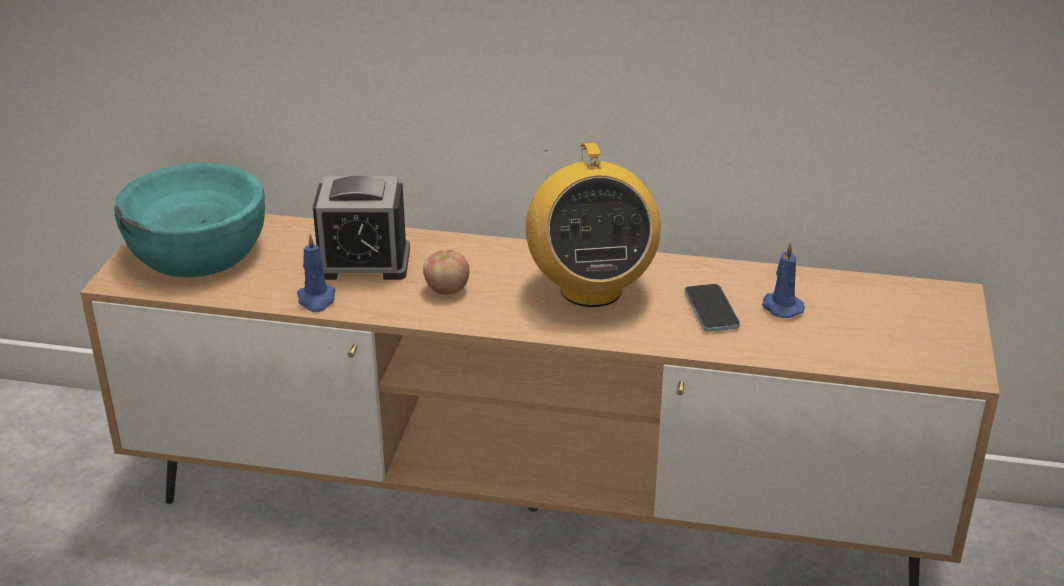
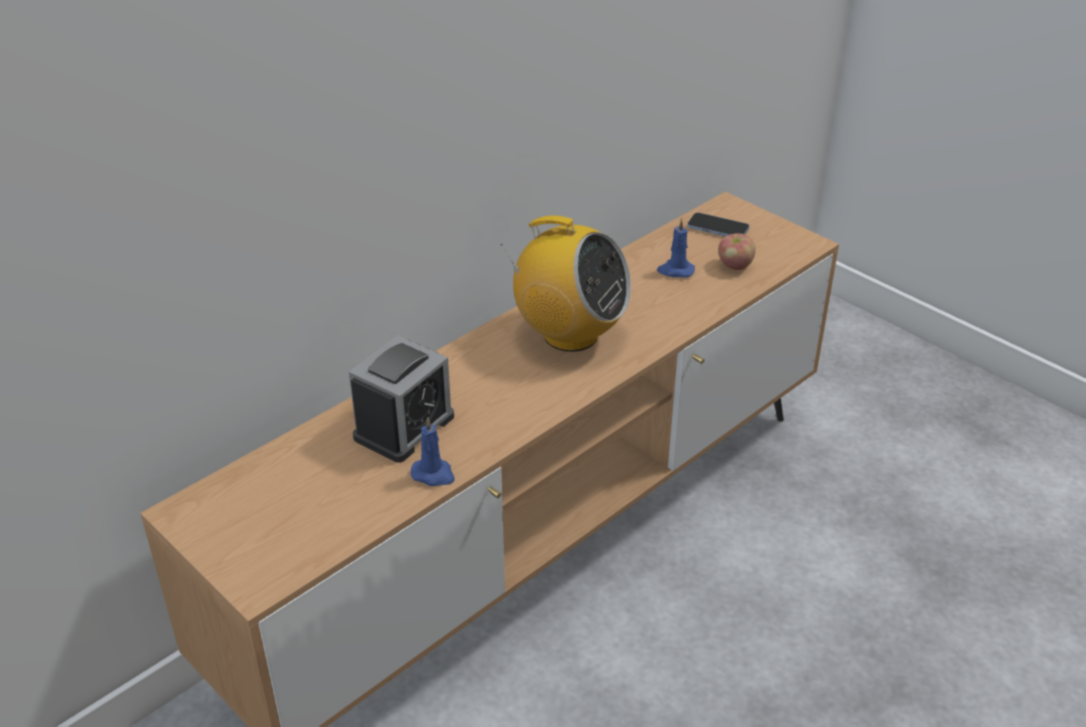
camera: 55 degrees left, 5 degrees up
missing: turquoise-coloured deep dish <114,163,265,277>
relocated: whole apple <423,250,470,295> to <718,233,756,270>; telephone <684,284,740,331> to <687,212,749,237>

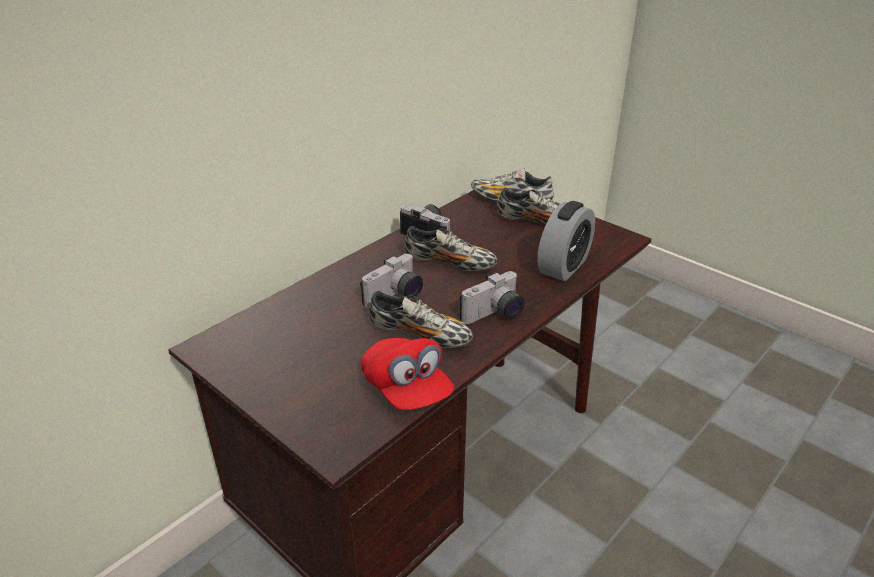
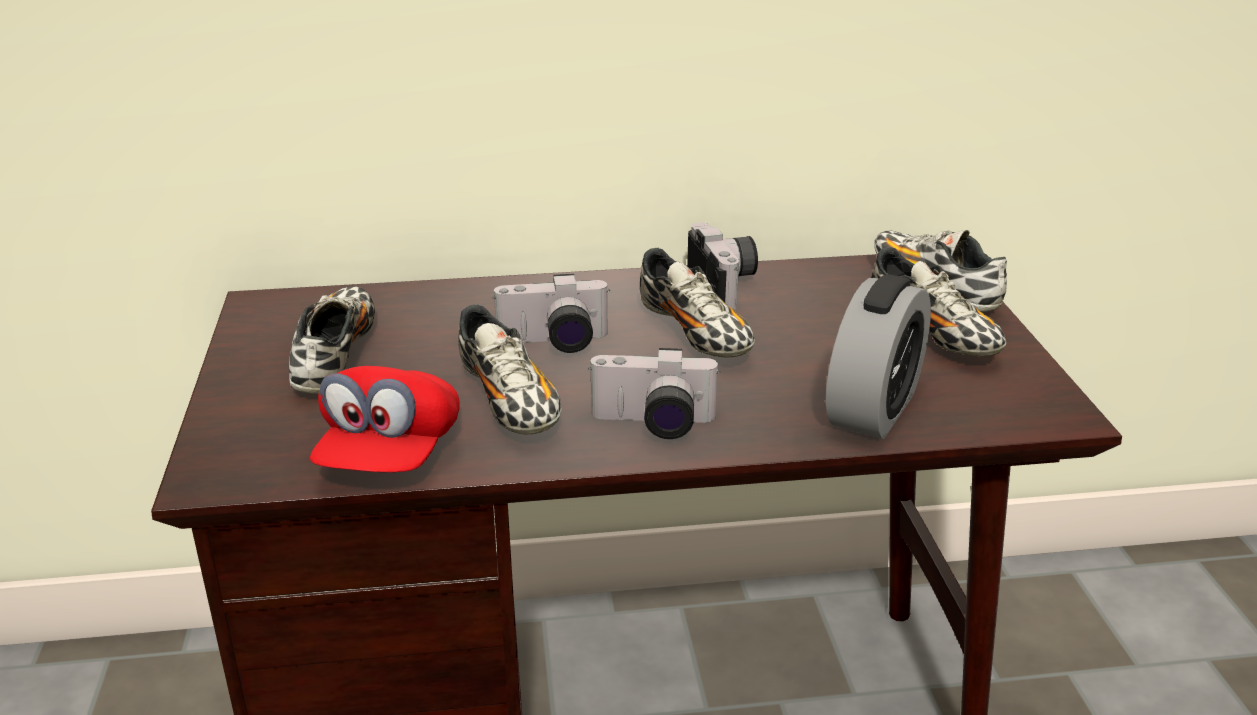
camera: 40 degrees right, 5 degrees down
appeared: low shoe <289,286,375,394>
spun: bedside clock <537,201,595,281> = <826,274,931,439> 45 degrees counterclockwise

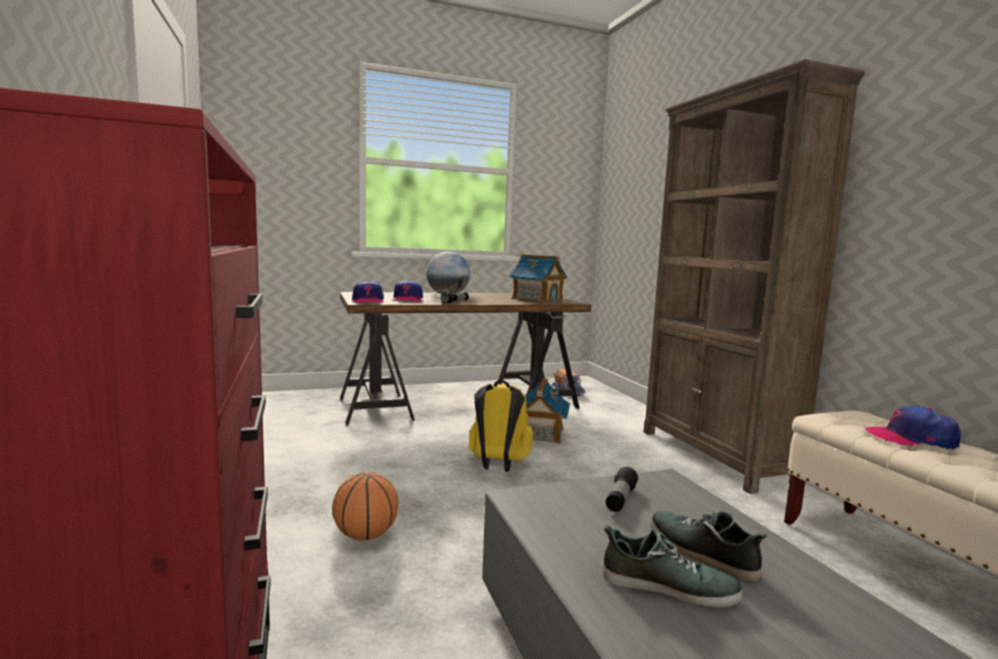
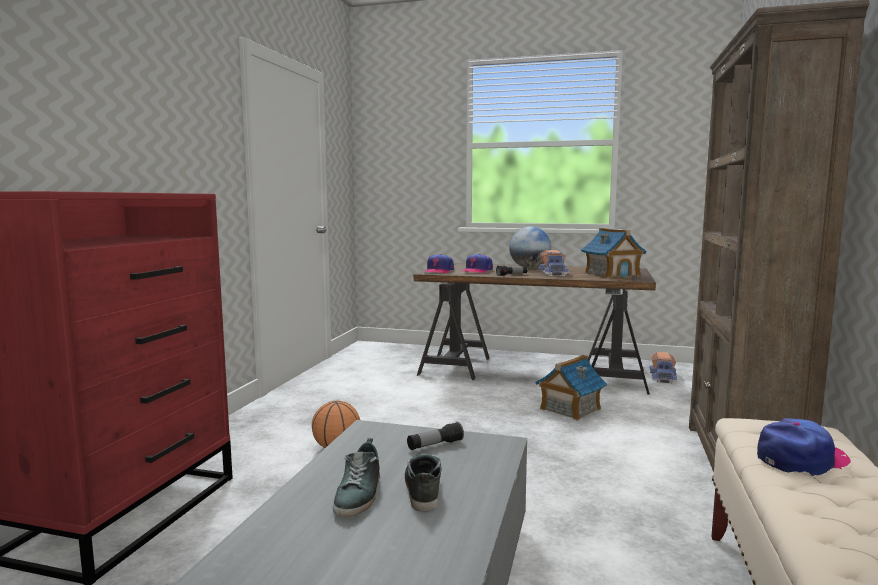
camera: 35 degrees right, 0 degrees up
missing: yellowish rucksack <469,380,533,472>
appeared: toy lorry <538,250,569,276>
spun: low shoe <603,525,743,607> = <333,438,380,517> 45 degrees clockwise; peaked cap <864,406,961,450> = <757,418,851,476> 105 degrees clockwise

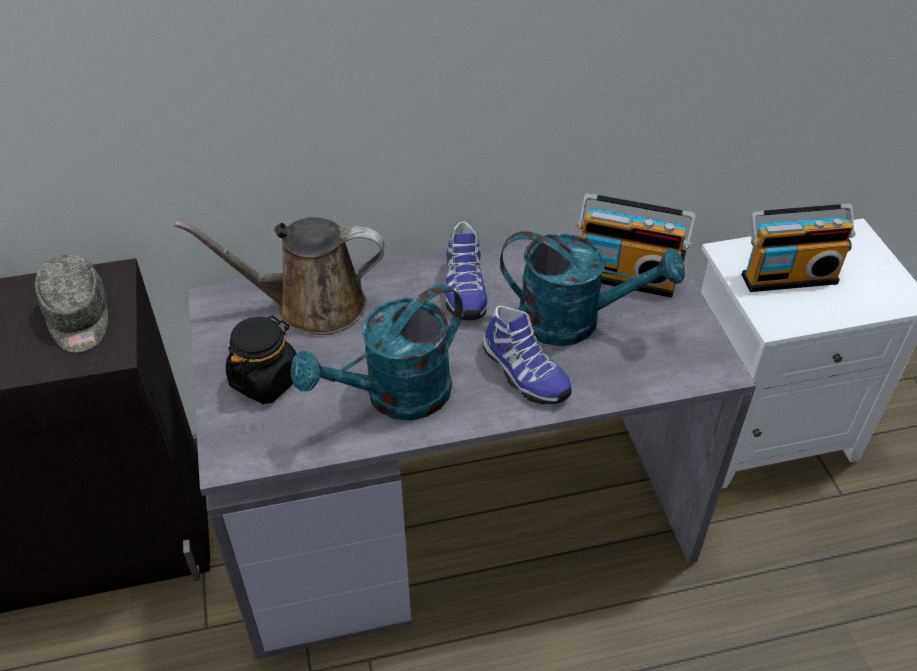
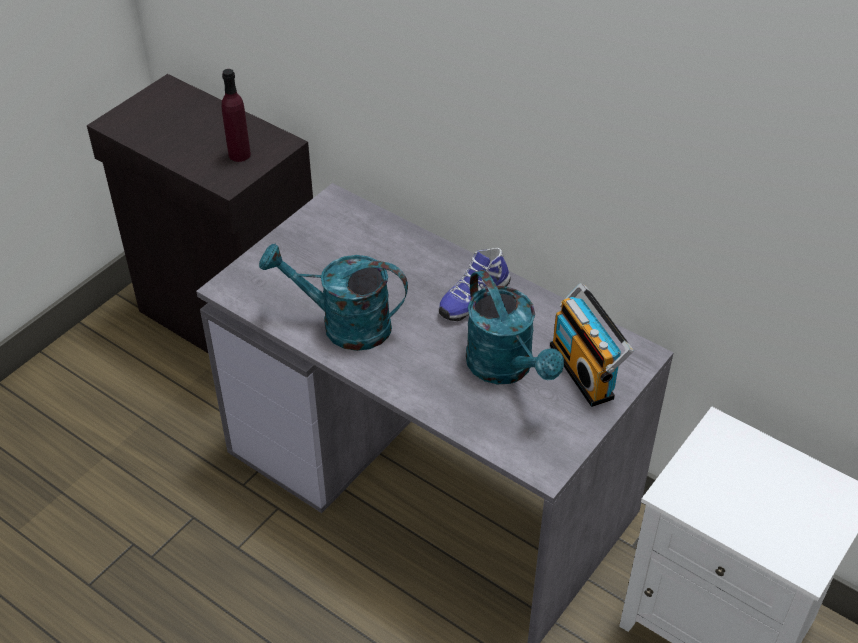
camera: 50 degrees right, 0 degrees up
missing: brown sprinkling can <174,217,384,335>; black-coloured storage jar <226,316,297,404>; low shoe <482,306,572,405>; radio receiver <742,204,855,292>
exchanged: greyish peaked cap <35,255,108,353> to purple-coloured bottle <222,69,251,162>

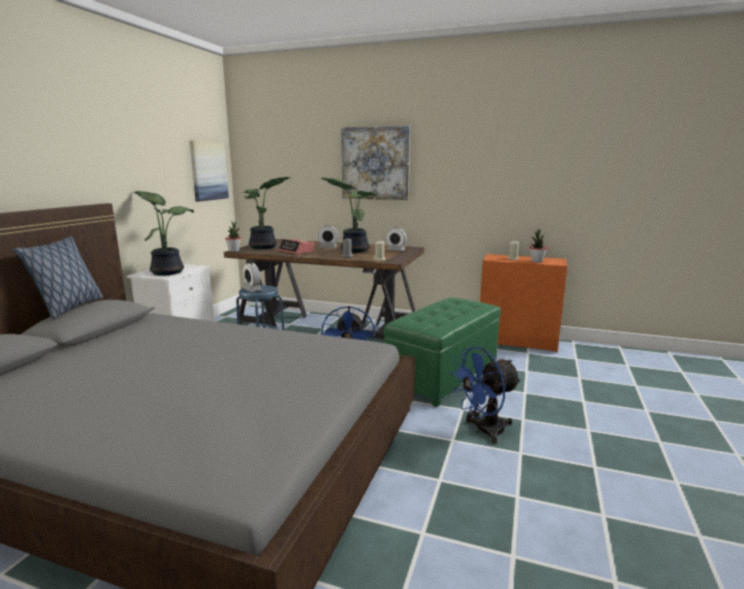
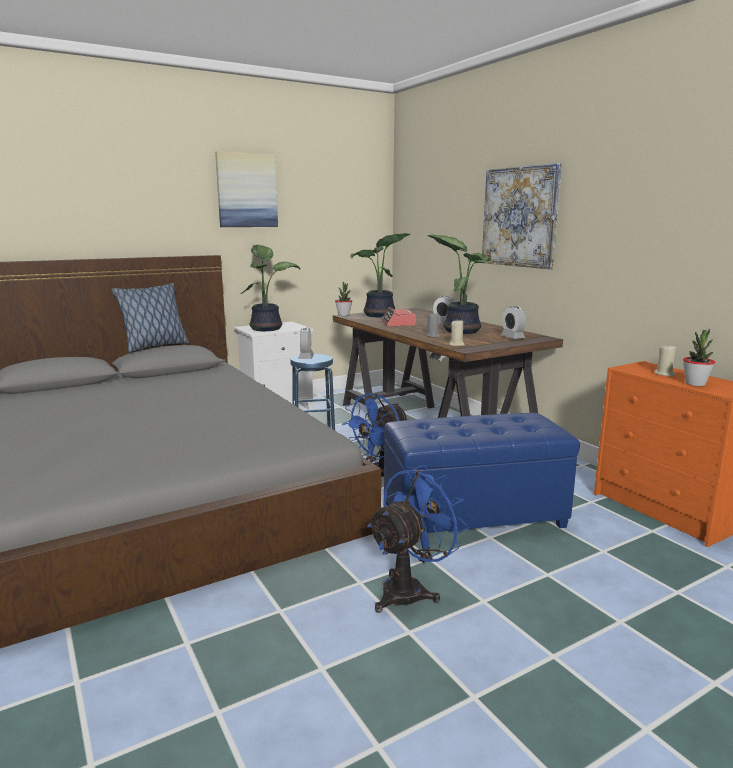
camera: 40 degrees right, 0 degrees up
relocated: picture <190,141,229,202> to <215,151,278,227>
colour: greenish footrest <384,297,501,407> to blue-coloured footrest <384,413,580,533>
spun: blue-coloured electric fan <449,346,521,444> = <367,465,469,613> 120 degrees clockwise

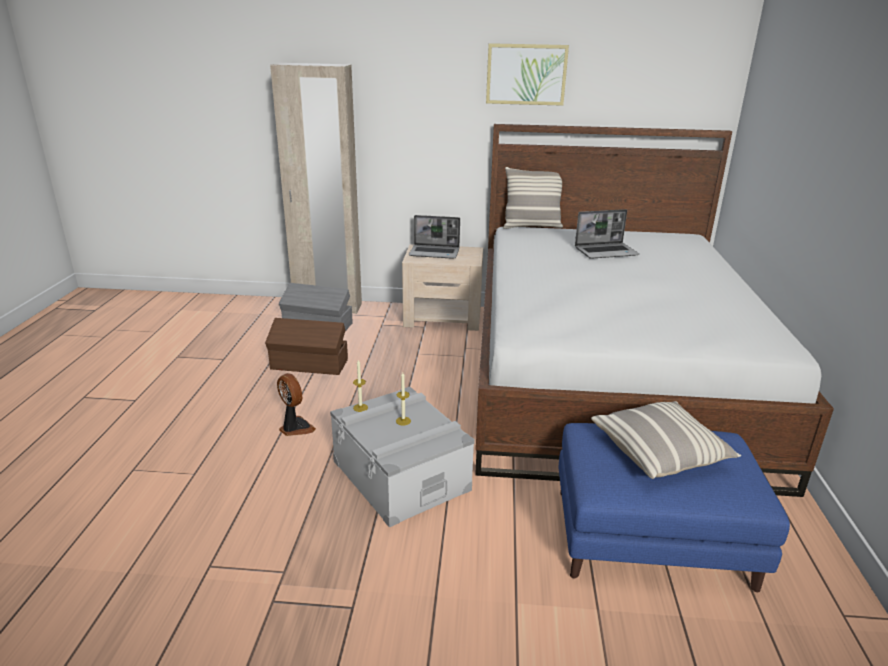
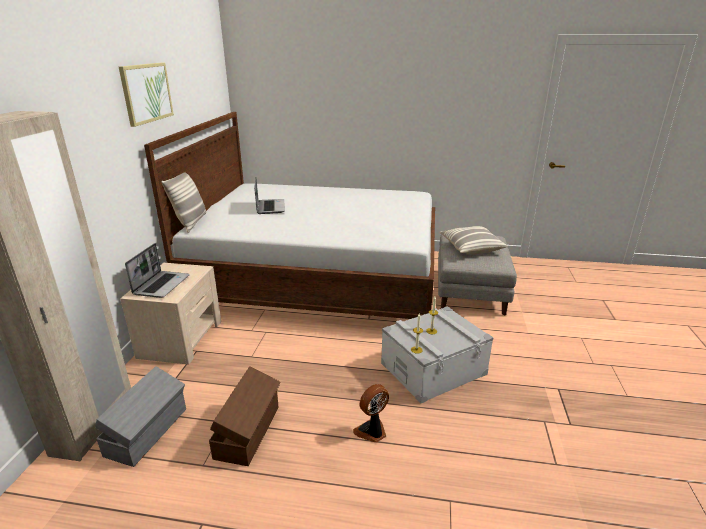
camera: 85 degrees left, 0 degrees up
colour: blue-coloured footrest <558,423,790,592> to greyish footrest <438,234,517,315>

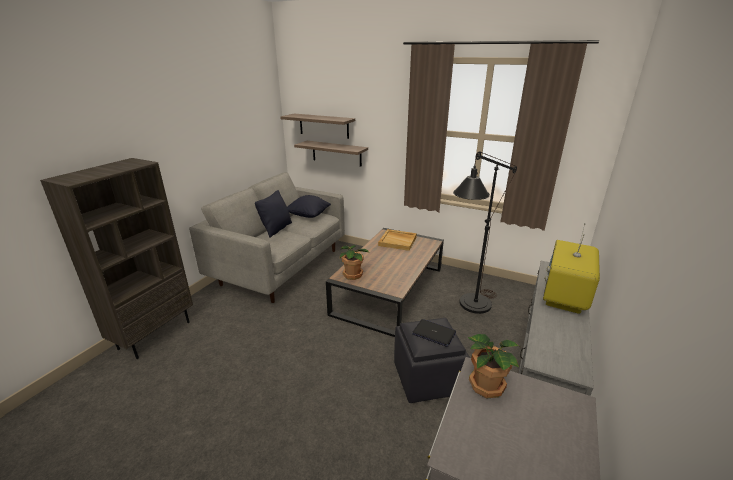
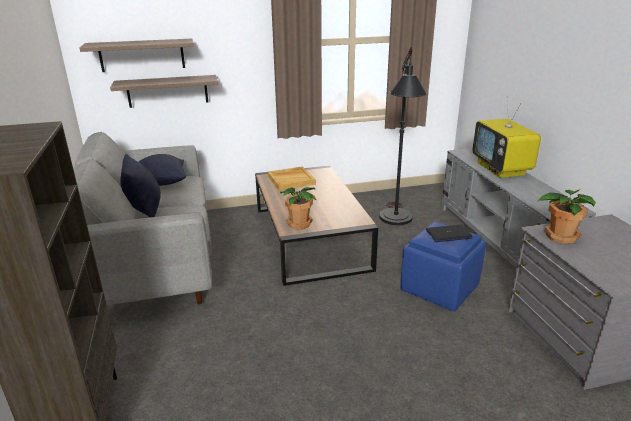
camera: 40 degrees left, 0 degrees up
colour: black-coloured footrest <394,318,470,403> to blue-coloured footrest <400,221,486,312>

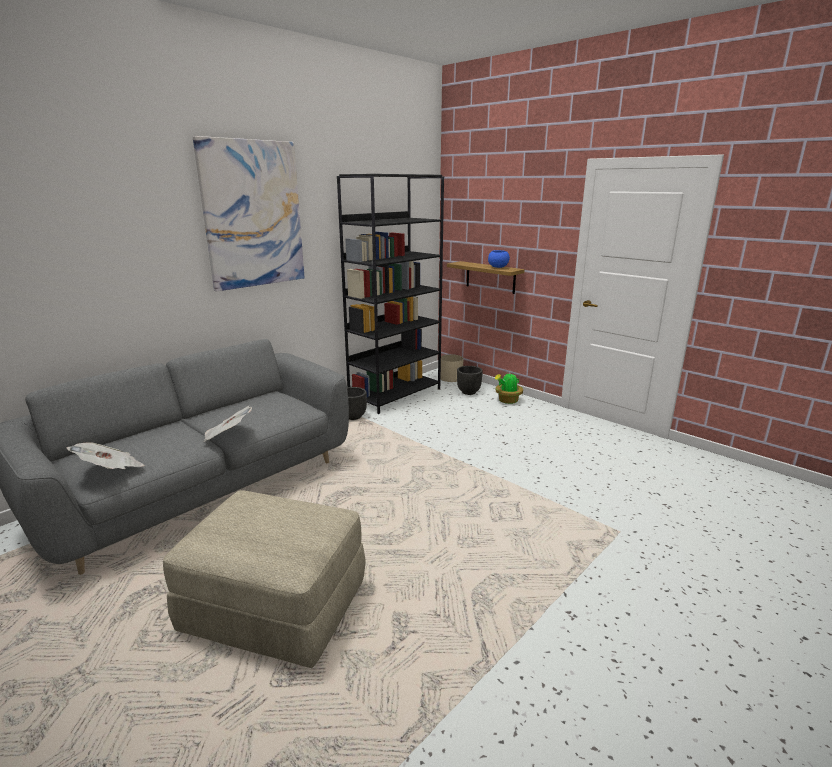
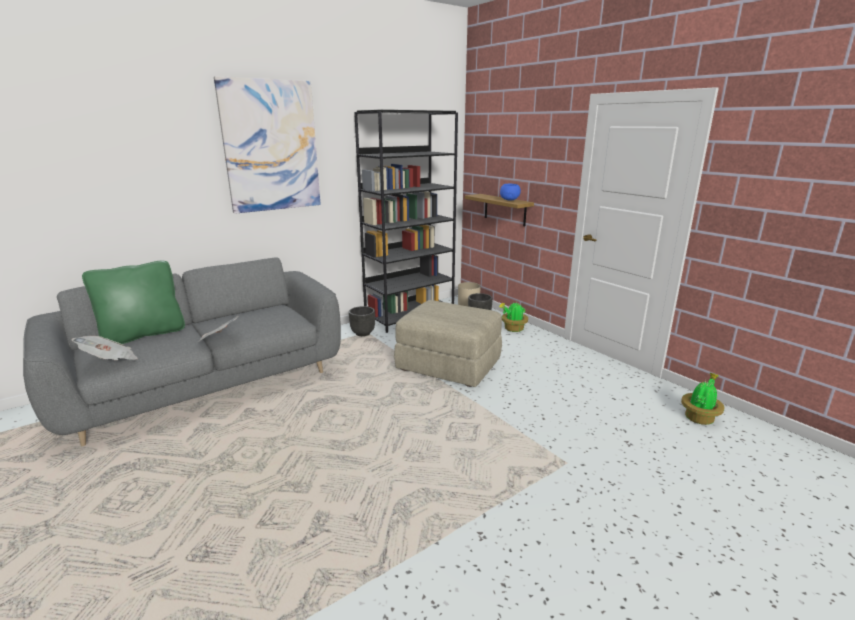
camera: 10 degrees right, 0 degrees up
appeared: greenish cushion <82,261,185,344>; plant in a pot <681,373,725,425>
relocated: sand-coloured footrest <163,490,366,668> to <394,300,502,387>

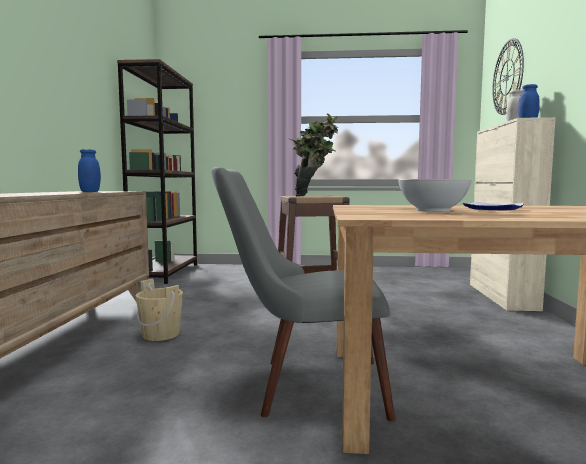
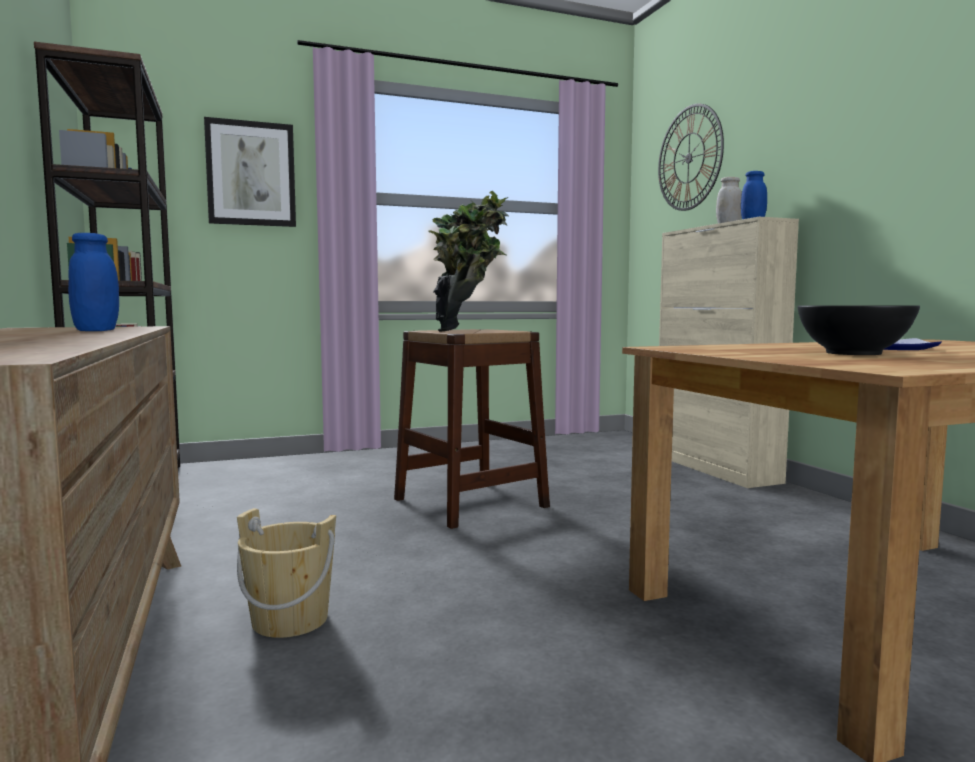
camera: 25 degrees left, 0 degrees up
missing: greyish upright chair <211,167,395,421>
appeared: picture <204,117,296,227>
colour: white-coloured deep dish <398,179,472,212> to black-coloured deep dish <797,305,920,355>

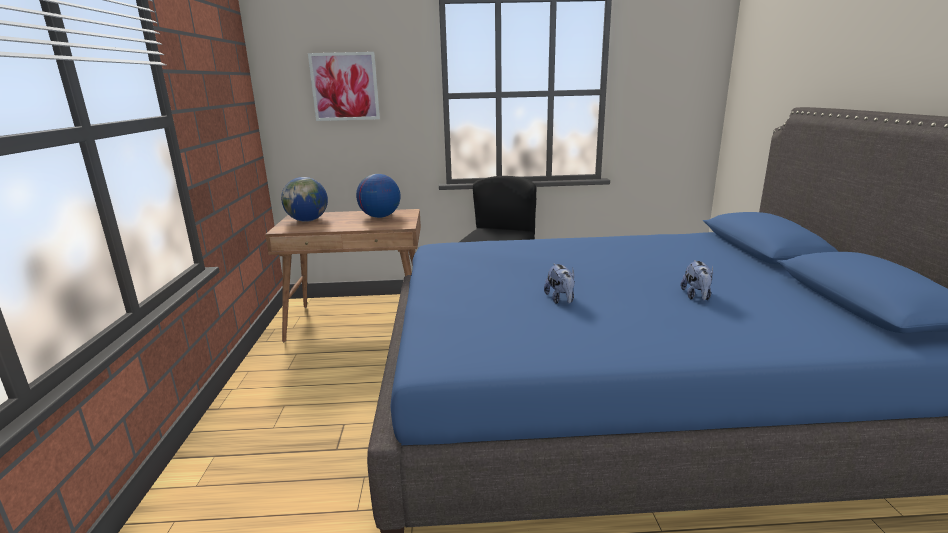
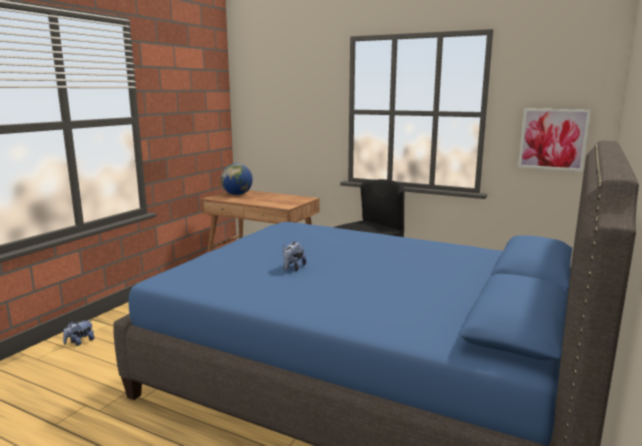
camera: 30 degrees right, 5 degrees down
missing: globe <356,174,401,218>
relocated: picture <308,52,380,121> to <518,108,591,171>; plush toy <680,260,713,300> to <63,320,94,346>

